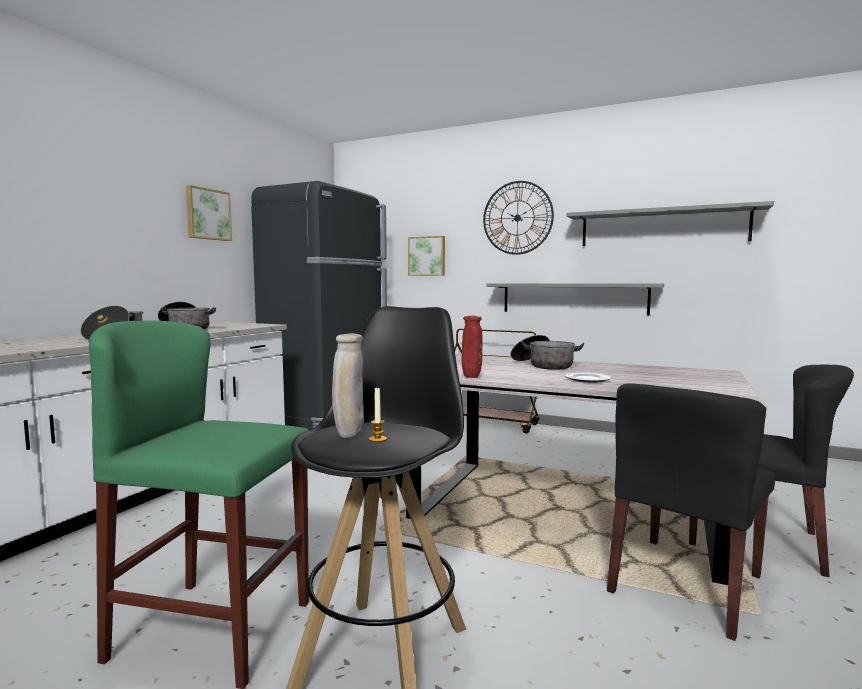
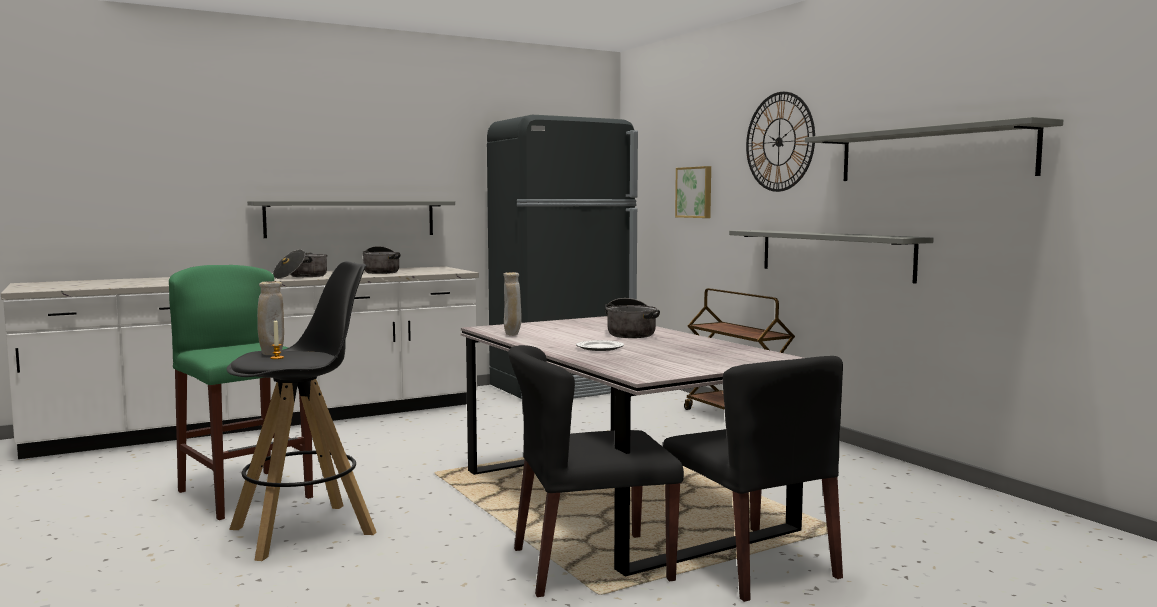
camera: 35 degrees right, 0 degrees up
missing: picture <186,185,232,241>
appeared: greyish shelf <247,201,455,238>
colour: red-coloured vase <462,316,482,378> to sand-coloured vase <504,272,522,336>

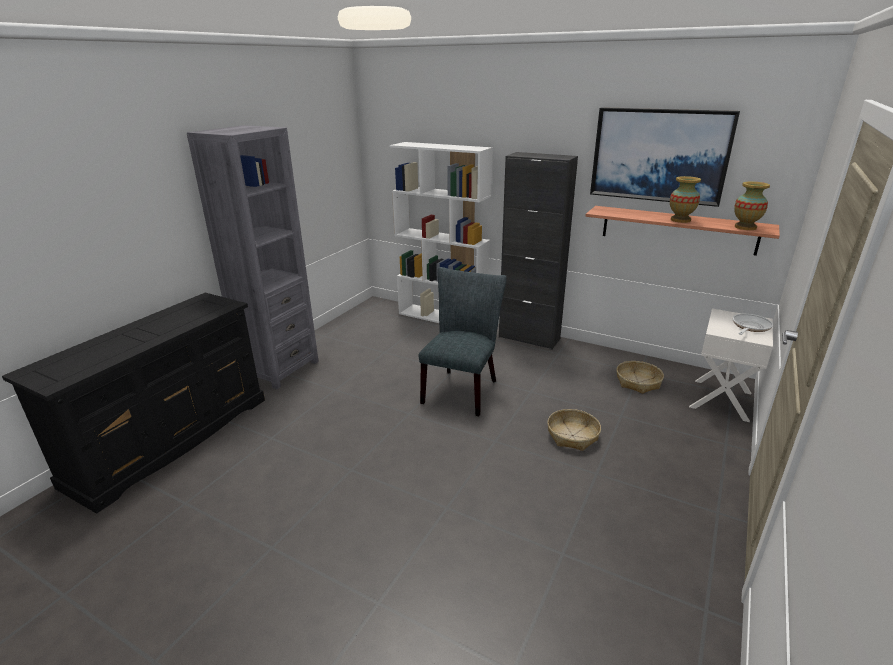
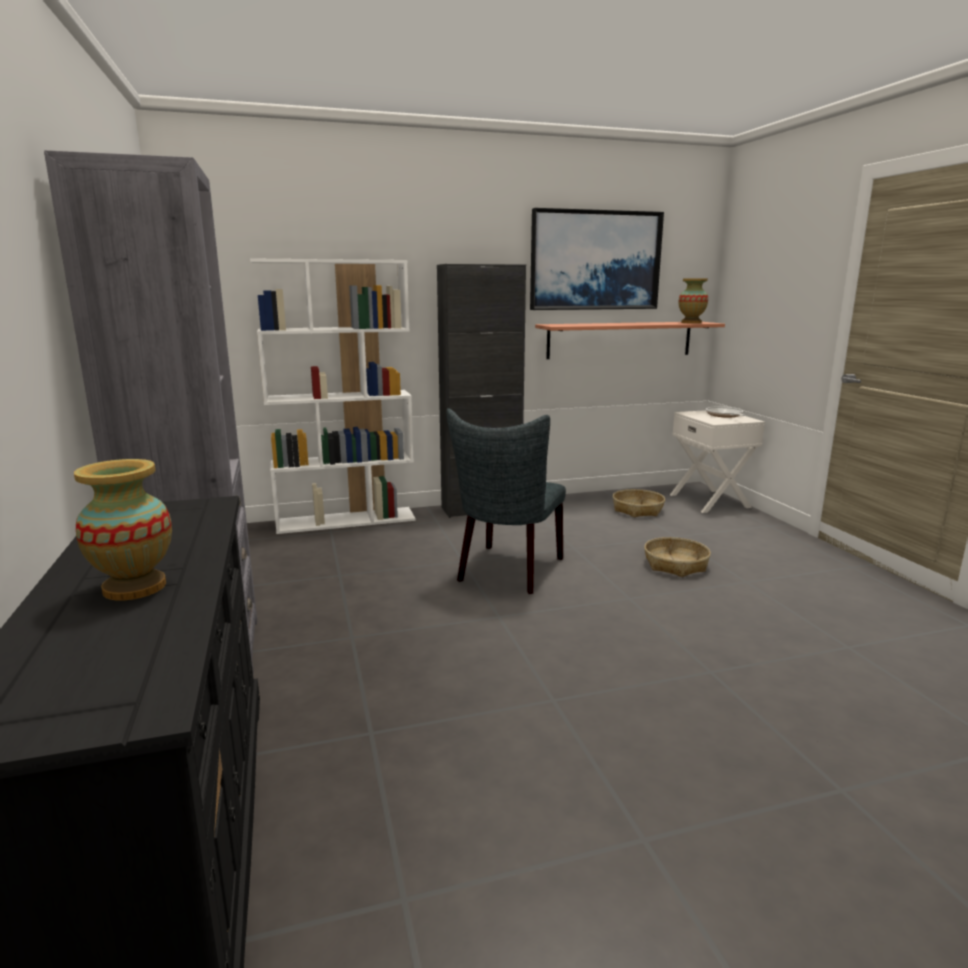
camera: 45 degrees left, 10 degrees down
relocated: vase <670,176,701,223> to <74,459,172,600>
spun: greyish upright chair <419,267,507,416> = <447,408,566,594> 135 degrees counterclockwise

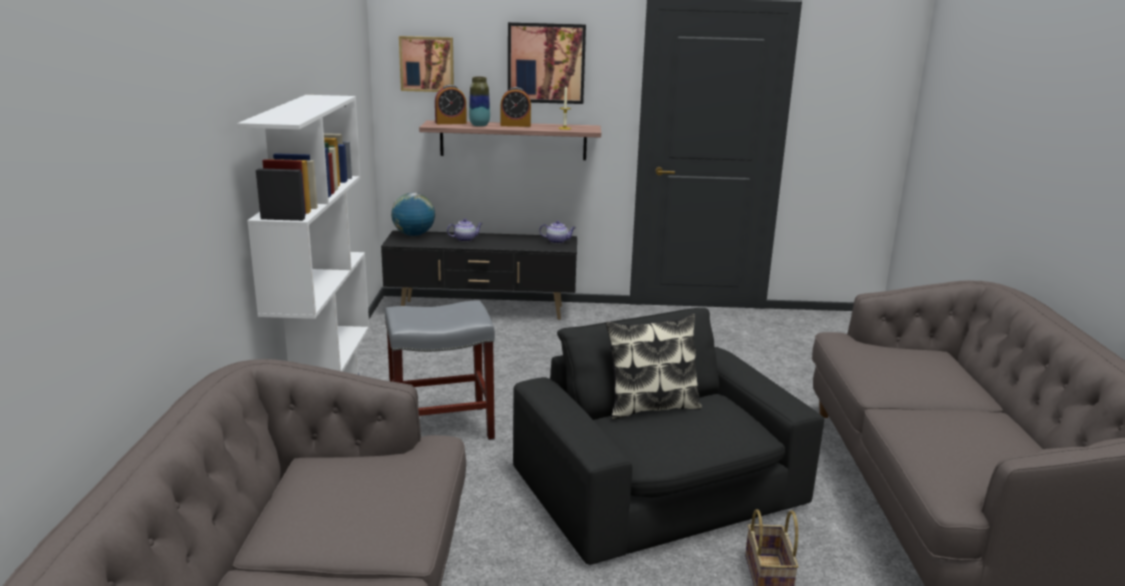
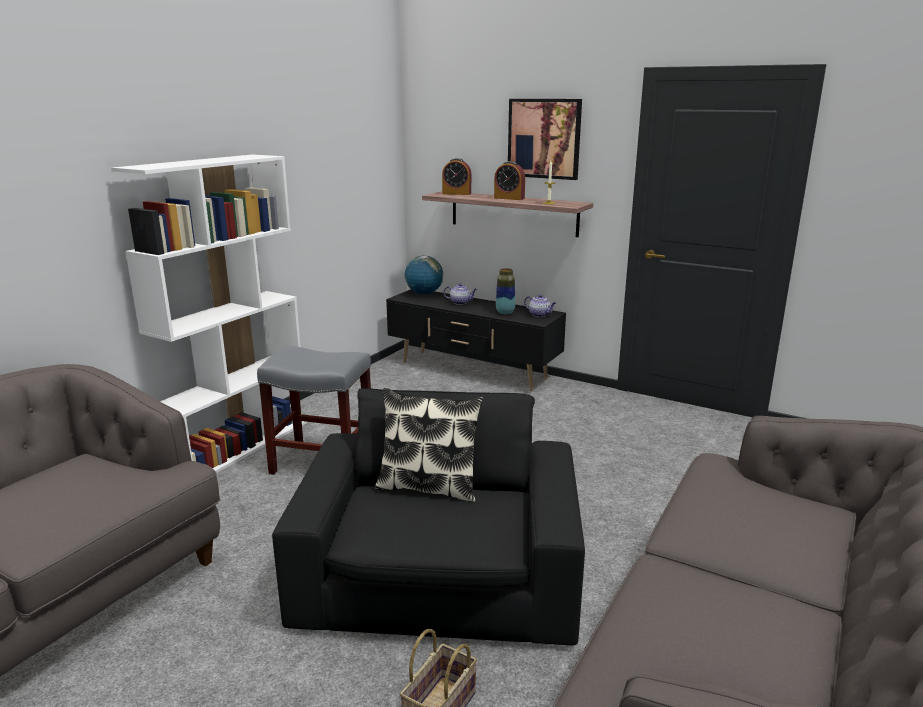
camera: 30 degrees right, 0 degrees up
missing: picture <399,36,454,92>
relocated: vase <469,77,490,127> to <496,268,515,314>

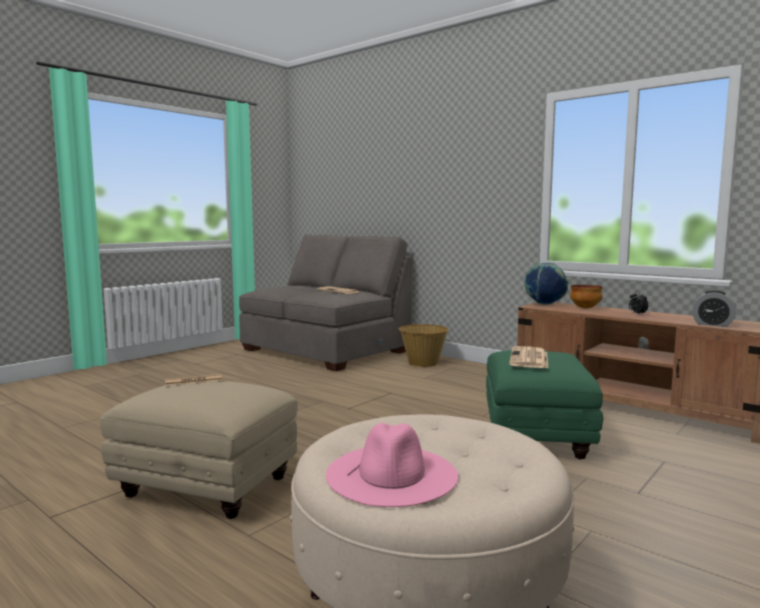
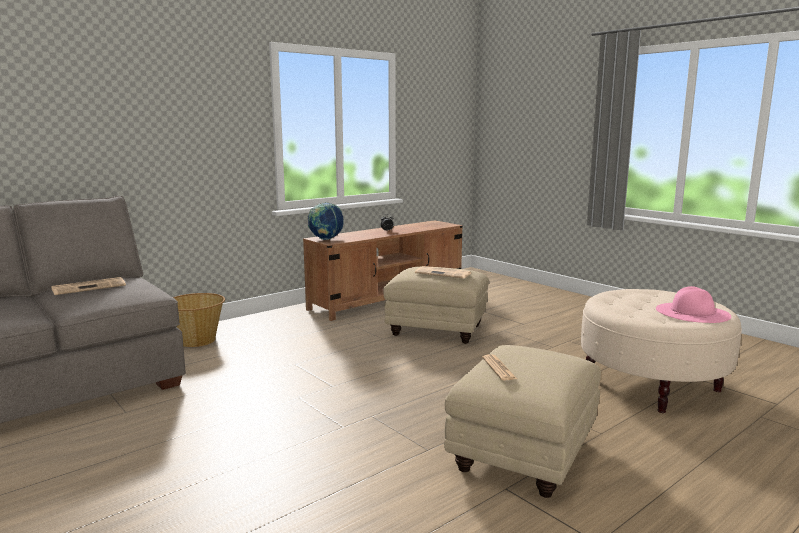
camera: 80 degrees left, 5 degrees up
missing: deep dish <570,285,603,309>; bedside clock <692,290,736,327>
colour: greenish footrest <486,350,603,460> to sand-coloured footrest <383,267,489,344>

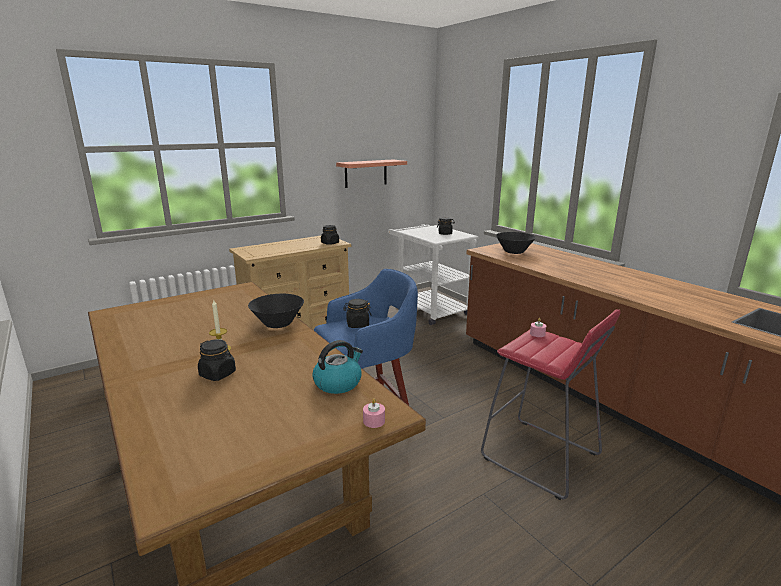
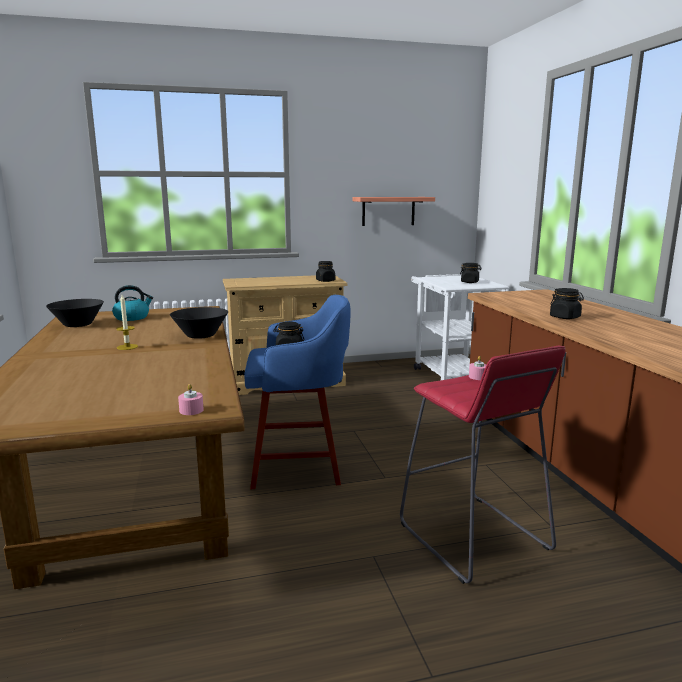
camera: 20 degrees right, 5 degrees down
relocated: black-coloured storage jar <198,339,236,381> to <550,288,584,319>; tea kettle <312,340,363,394> to <112,285,153,321>; black-coloured deep dish <496,232,536,254> to <46,299,104,327>

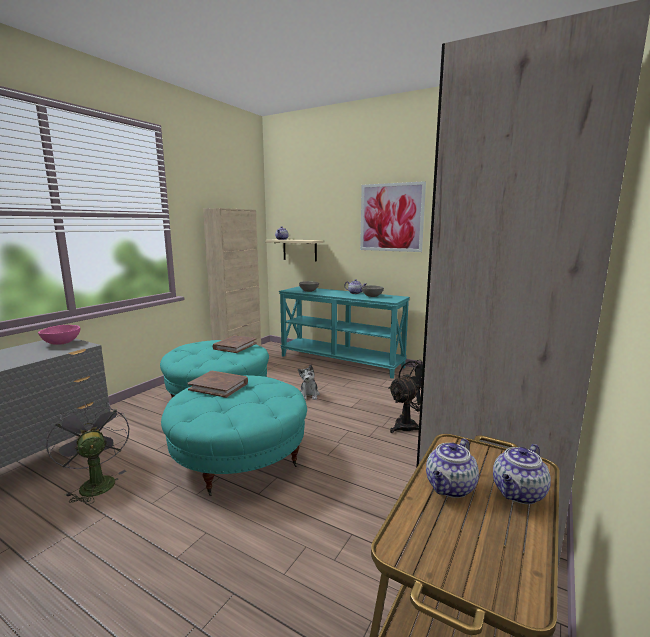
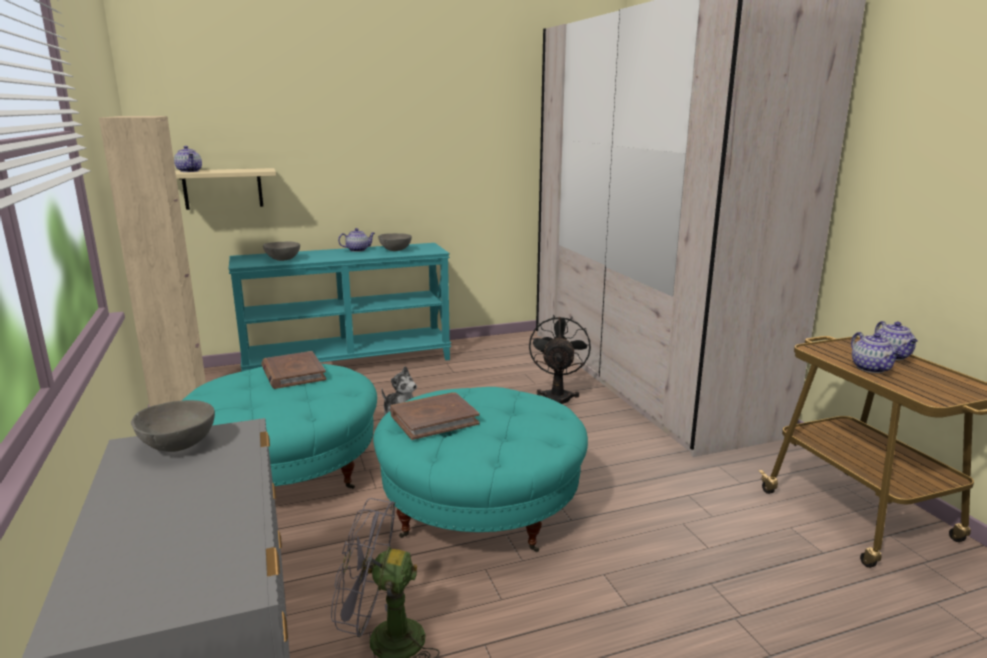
camera: 50 degrees left, 5 degrees up
missing: picture <360,181,426,252>
colour: pink deep dish <38,325,80,345> to greyish deep dish <131,400,215,452>

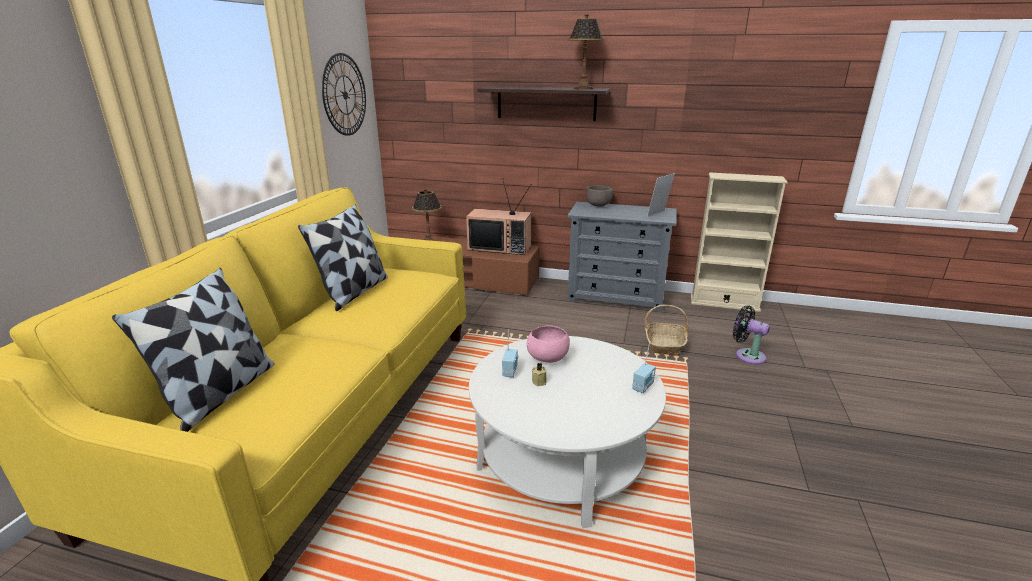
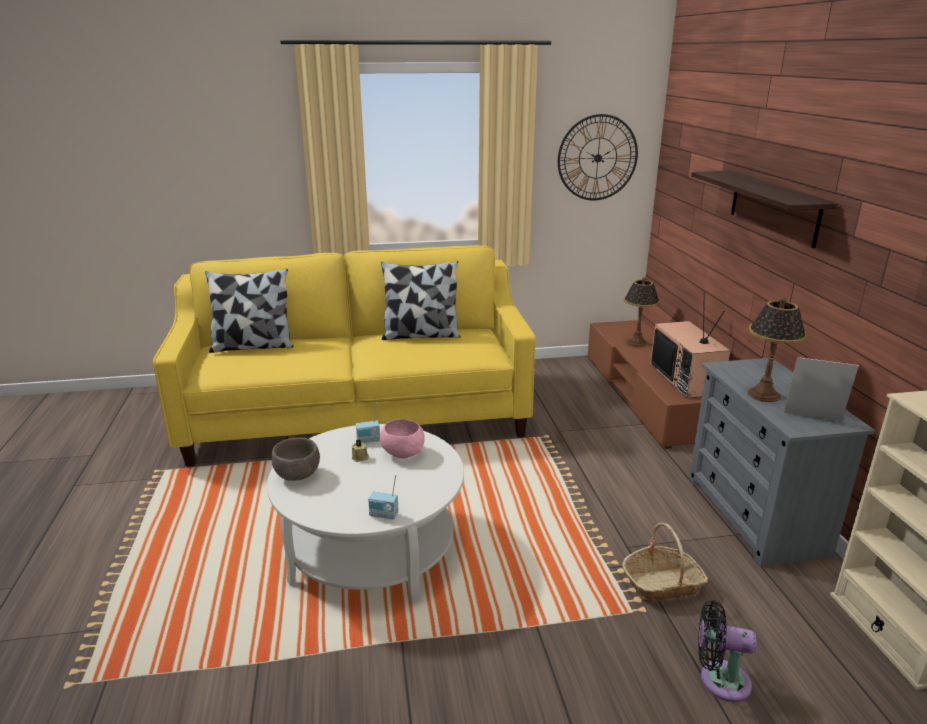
camera: 65 degrees right, 0 degrees up
relocated: table lamp <568,13,604,89> to <748,297,807,402>; brown deep dish <586,185,613,207> to <272,437,320,481>
spun: black-coloured electric fan <733,306,770,365> = <698,600,757,702> 90 degrees counterclockwise

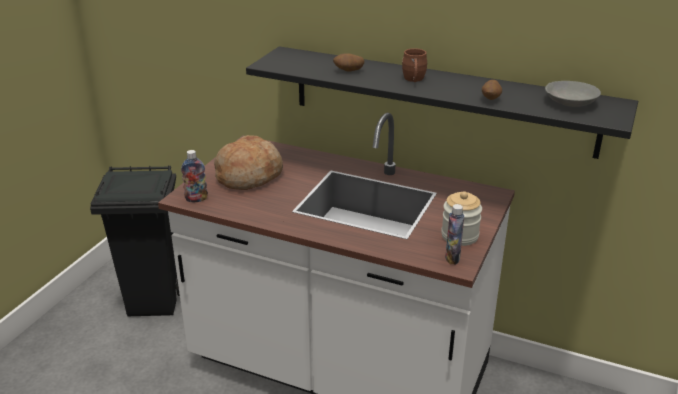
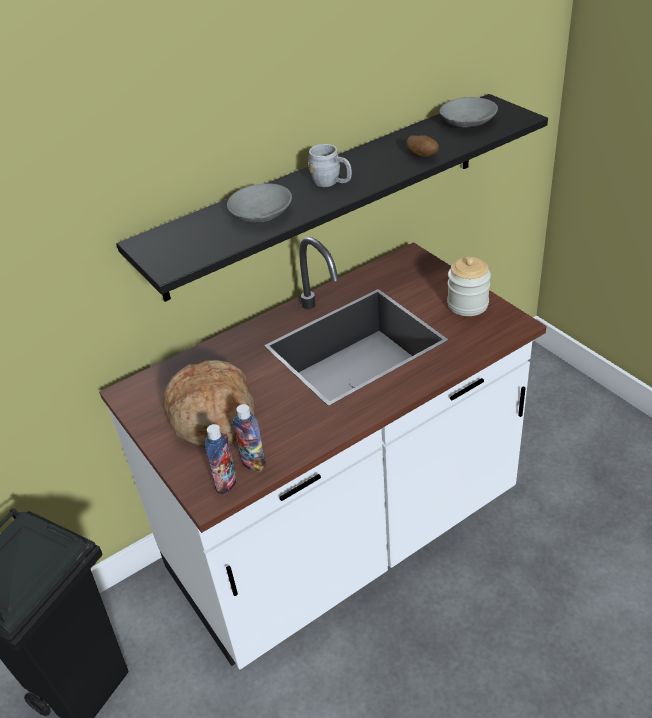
camera: 55 degrees left, 10 degrees up
relocated: bottle <445,204,464,264> to <233,404,266,471>
exchanged: whole potato <333,53,364,72> to greyish deep dish <227,183,292,223>
colour: brown tea mug <402,48,427,82> to greyish tea mug <308,144,352,187>

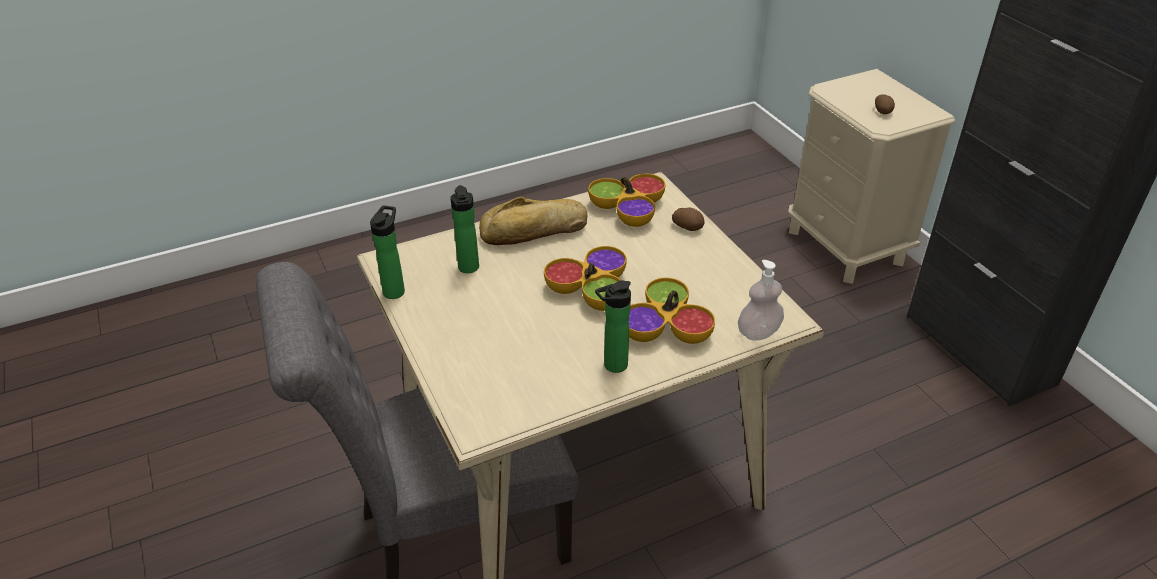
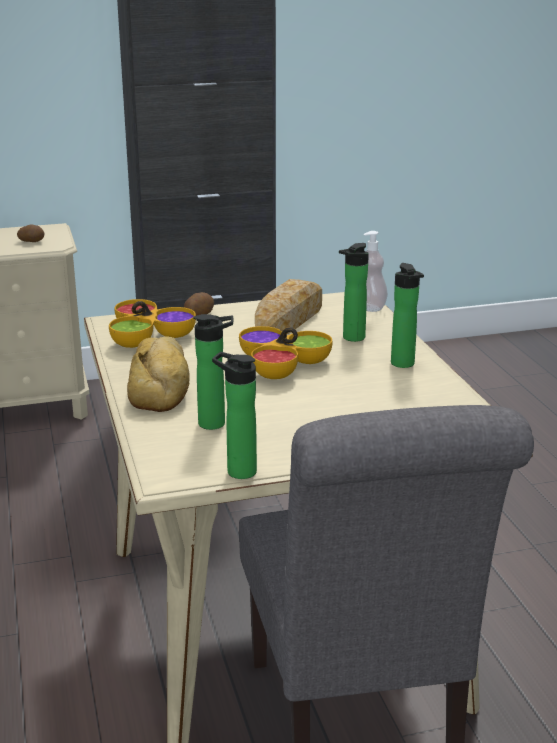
camera: 80 degrees left, 15 degrees down
appeared: bakery bread <255,279,322,334>
exchanged: deep dish <629,278,715,344> to bottle <339,243,369,342>

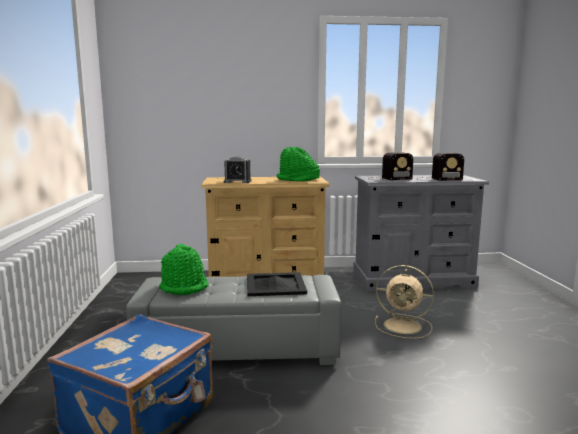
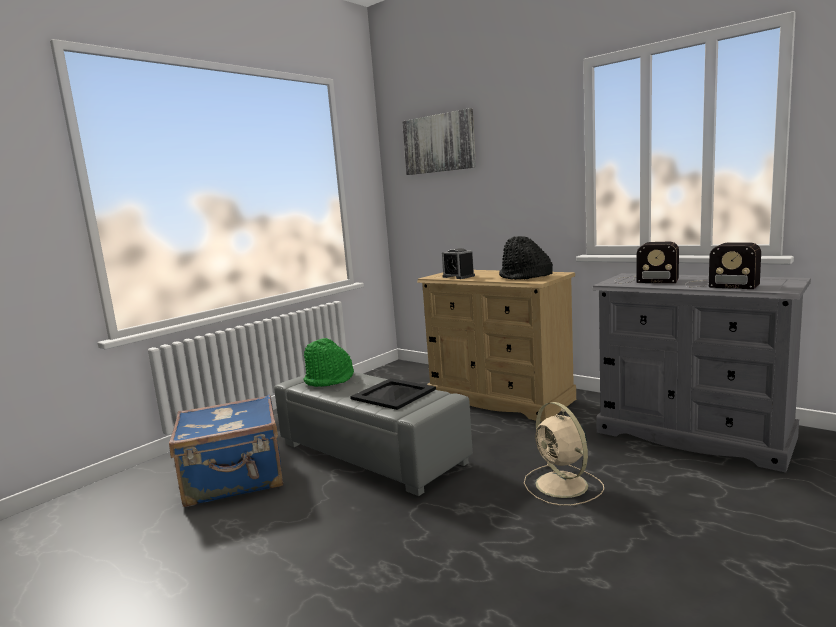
camera: 45 degrees right, 0 degrees up
appeared: picture <402,108,476,175>
colour: greenish clothing hat <277,147,320,181> to black-coloured clothing hat <499,236,553,280>

